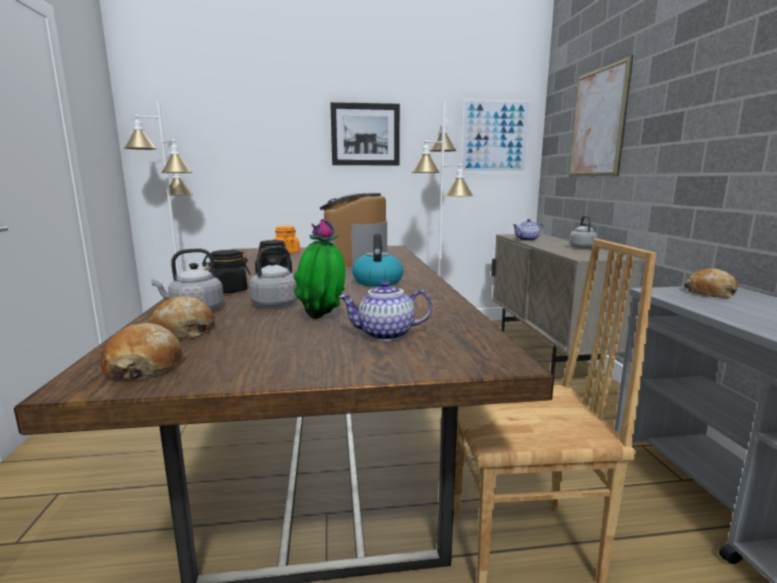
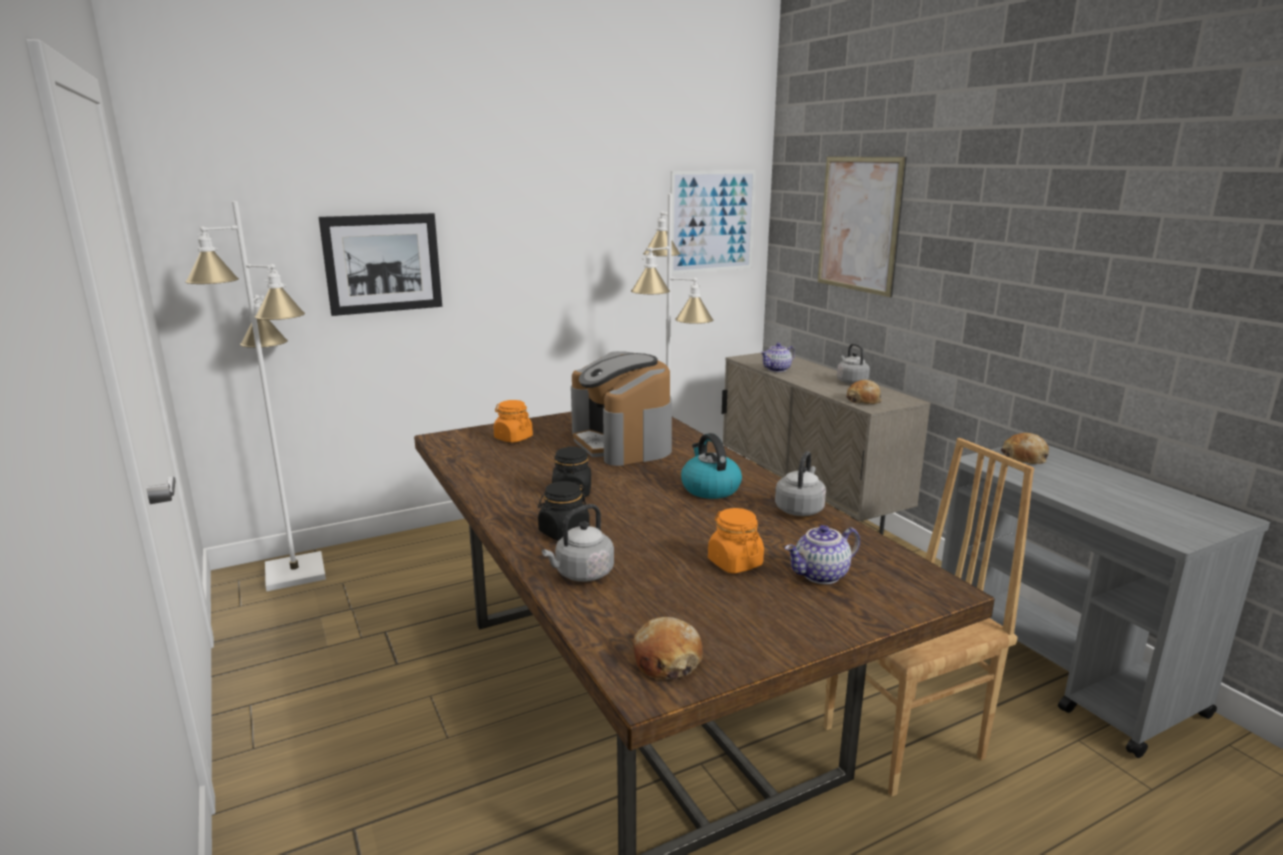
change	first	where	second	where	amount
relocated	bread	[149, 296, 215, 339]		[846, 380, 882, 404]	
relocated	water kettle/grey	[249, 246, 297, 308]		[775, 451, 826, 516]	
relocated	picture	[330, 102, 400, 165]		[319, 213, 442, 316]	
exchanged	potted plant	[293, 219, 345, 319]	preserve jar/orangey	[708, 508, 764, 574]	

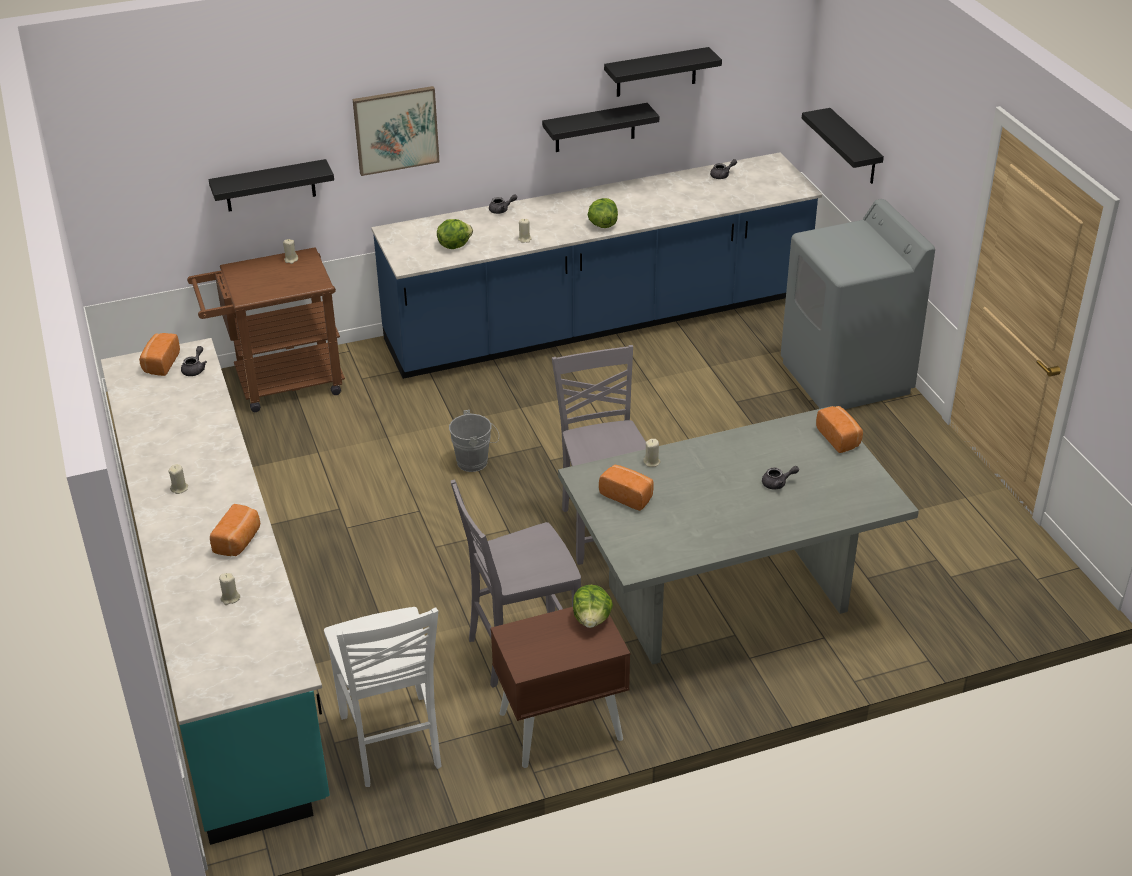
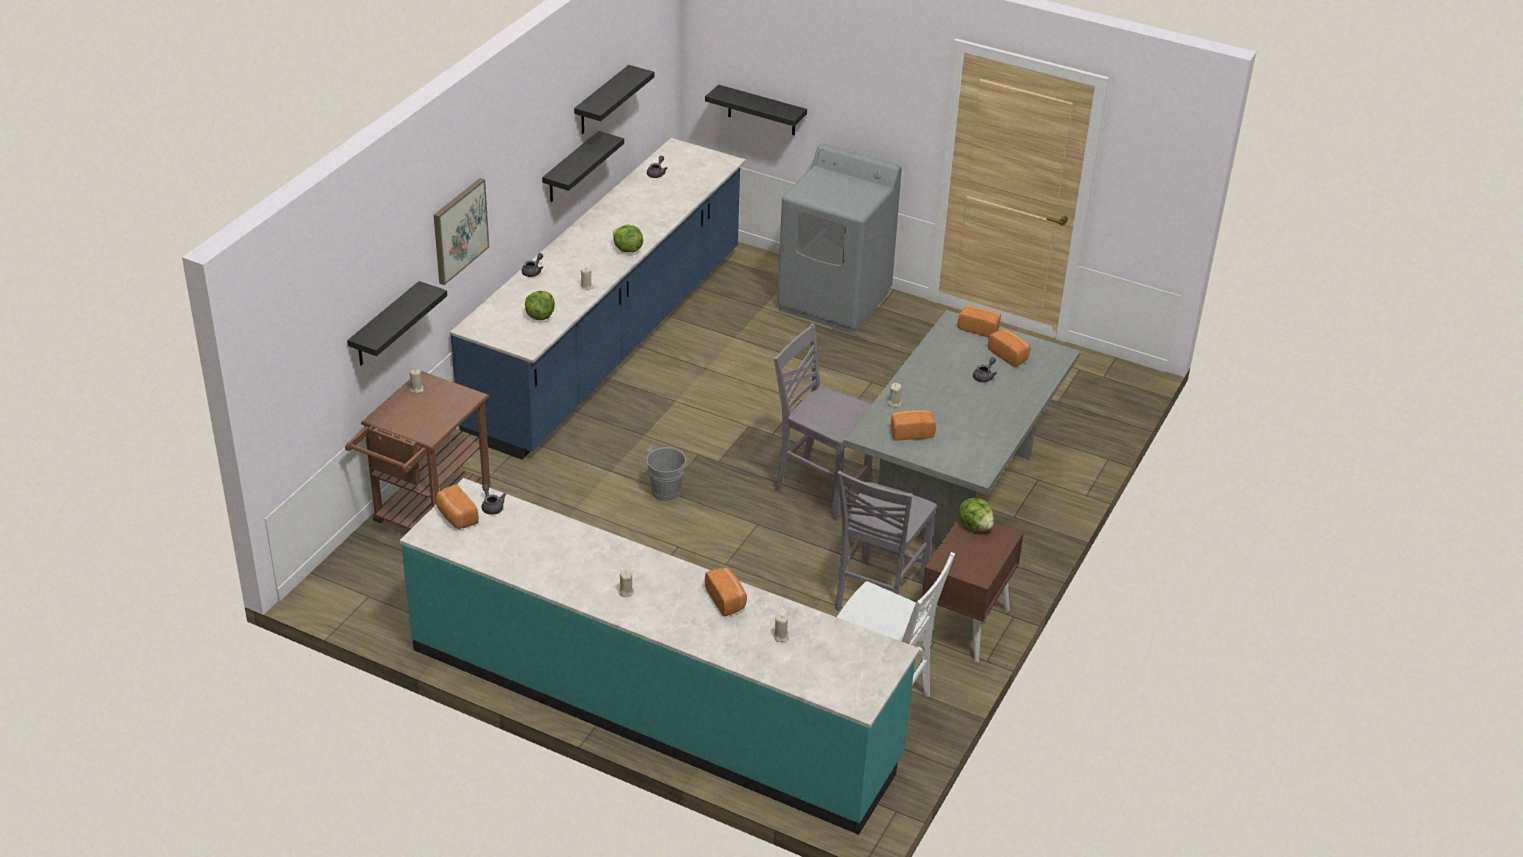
change	first	where	second	where	amount
appeared			bread	[988, 329, 1031, 367]	

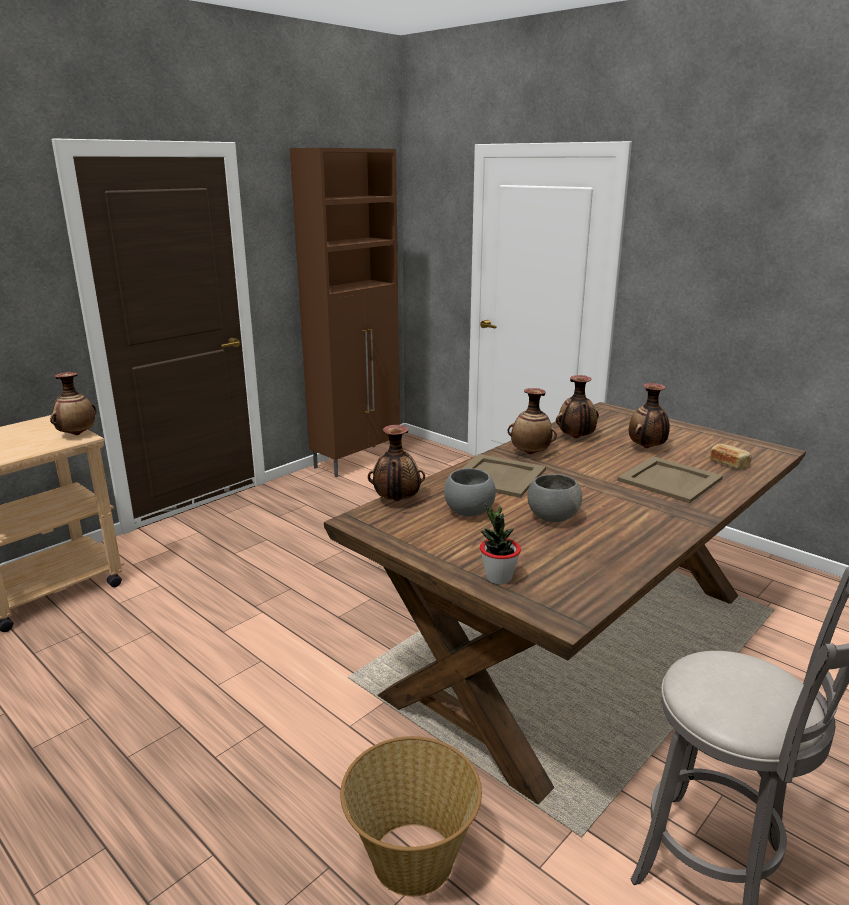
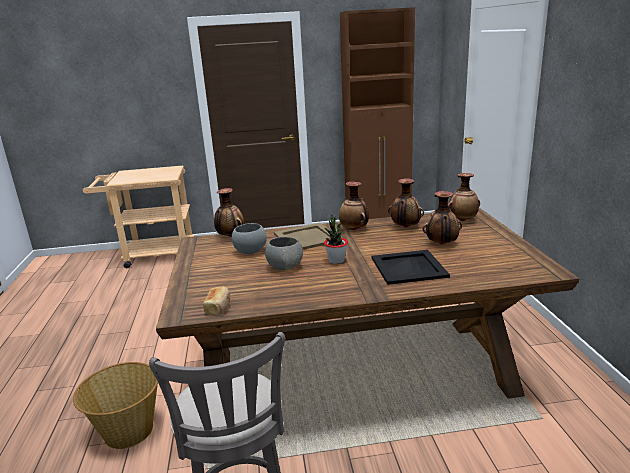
change	first	where	second	where	amount
relocated	vase	[50, 372, 97, 435]		[448, 173, 480, 221]	
relocated	potted plant	[480, 503, 521, 585]		[324, 214, 348, 264]	
relocated	bread	[710, 444, 752, 469]		[203, 286, 230, 316]	
colour	tray/beige-coloured	[617, 456, 723, 503]	tray/black-coloured	[372, 250, 450, 285]	

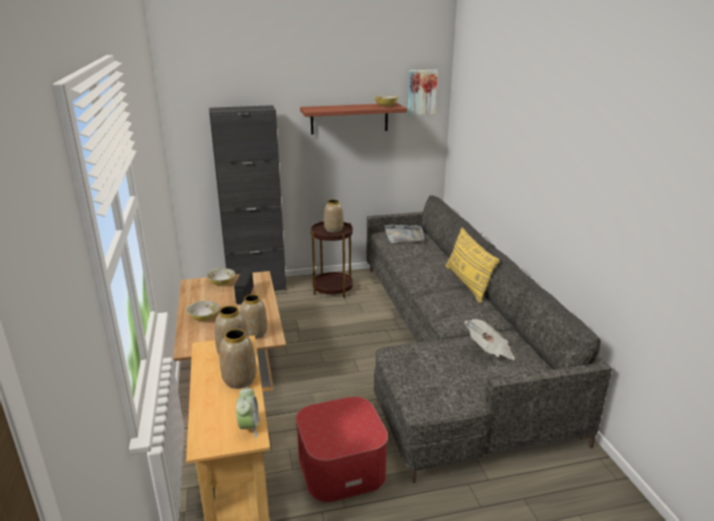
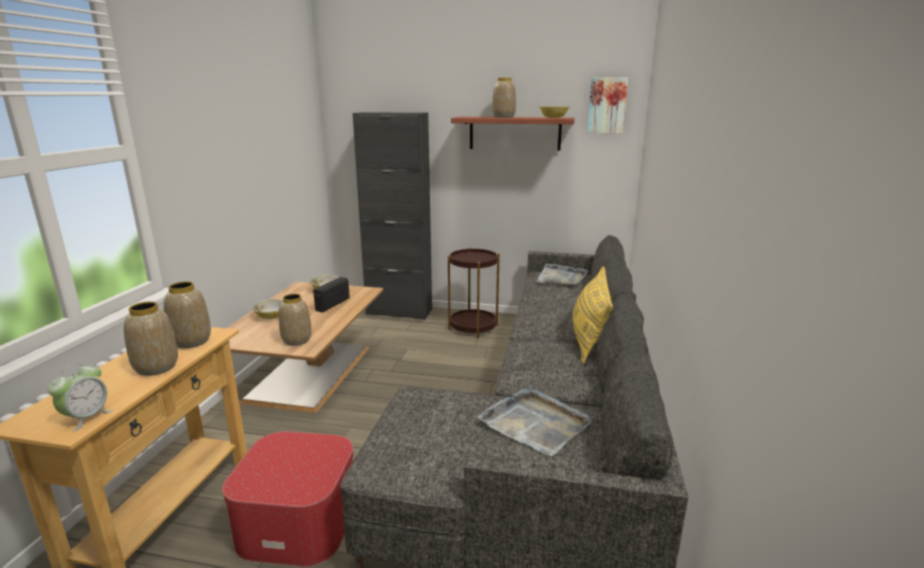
change	first	where	second	where	amount
relocated	vase	[324, 199, 343, 233]		[492, 78, 516, 118]	
exchanged	daily paper	[465, 319, 515, 360]	tray/grey	[478, 387, 592, 456]	

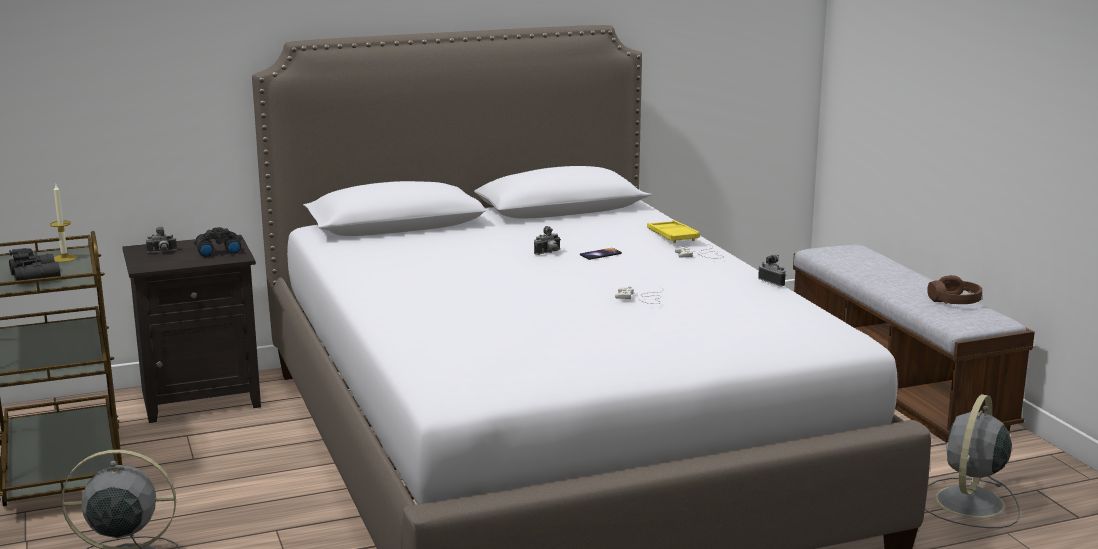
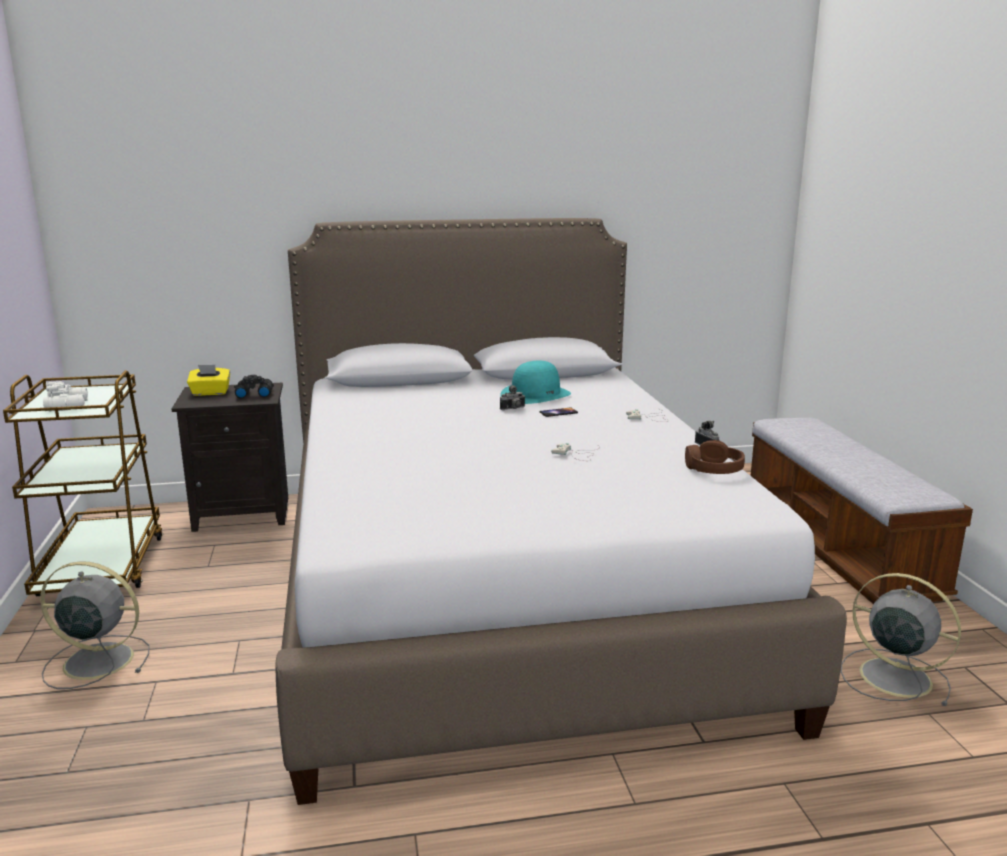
change	first	where	second	where	amount
missing	candle	[50, 185, 77, 262]			
missing	tray/yellowish	[647, 220, 700, 243]			
appeared			wearable hat/blue-green	[500, 361, 571, 404]	
relocated	headset/brown	[927, 275, 982, 304]		[685, 440, 745, 474]	
exchanged	photo camera	[146, 227, 177, 253]	box of tissues/yellowish	[187, 365, 230, 396]	
colour	pair of binoculars/black-coloured	[9, 248, 61, 284]	pair of binoculars/whitish	[43, 381, 88, 412]	
spun	fan/grey	[925, 394, 1020, 528]		[841, 573, 961, 706]	90 degrees clockwise

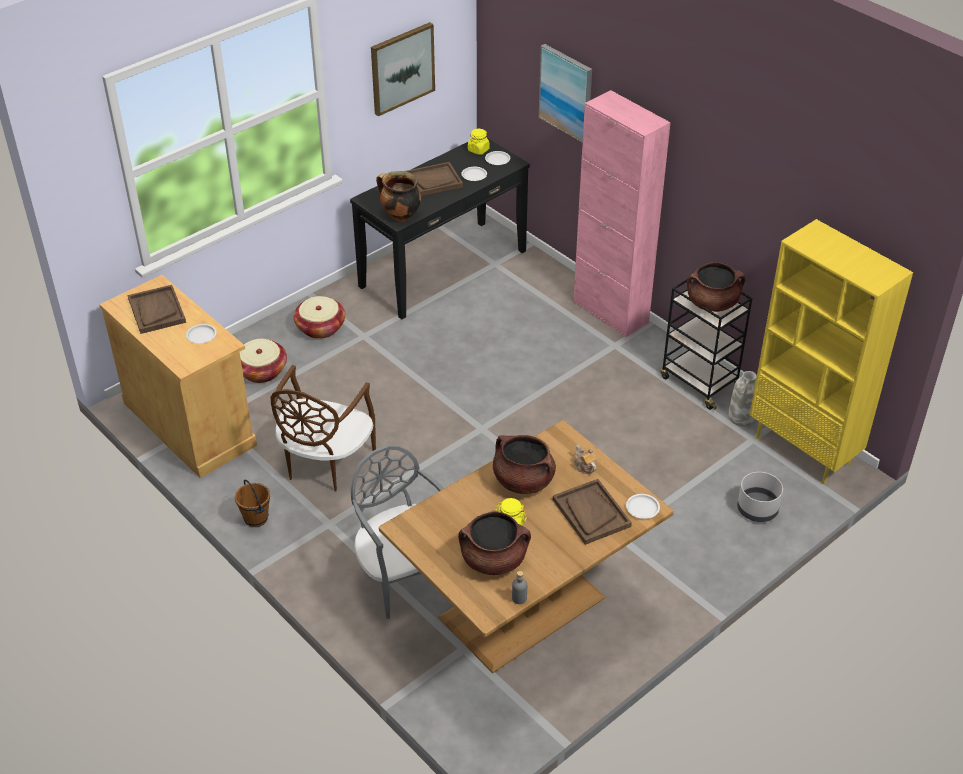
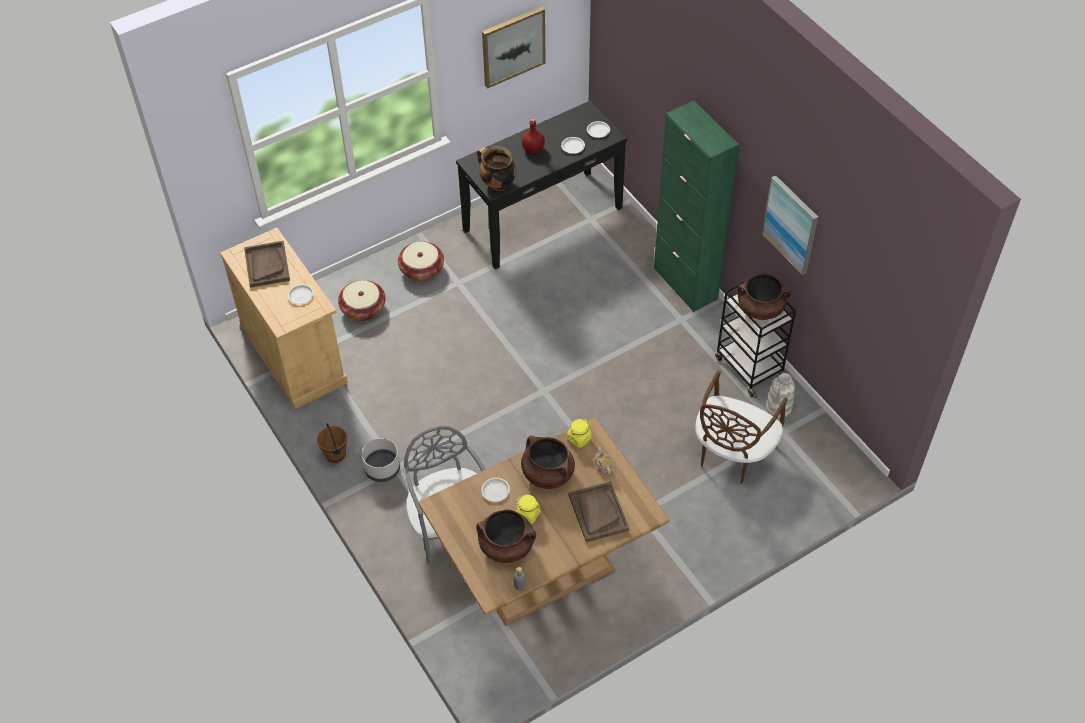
change	first	where	second	where	amount
missing	bookshelf/yellowish	[750, 219, 913, 484]			
relocated	chair/brown	[271, 365, 376, 492]		[695, 370, 788, 484]	
relocated	preserve jar/yellowish	[468, 129, 490, 155]		[567, 419, 592, 448]	
relocated	picture	[539, 44, 592, 143]		[762, 175, 818, 275]	
relocated	plate/whitish	[626, 494, 660, 519]		[481, 478, 510, 502]	
relocated	plant pot/grey	[737, 472, 783, 522]		[362, 438, 400, 482]	
exchanged	tray/brown	[405, 162, 463, 196]	beverage bottle/red	[522, 119, 545, 153]	
colour	cabinet/pink	[573, 90, 671, 337]	cabinet/greenish	[654, 100, 739, 312]	

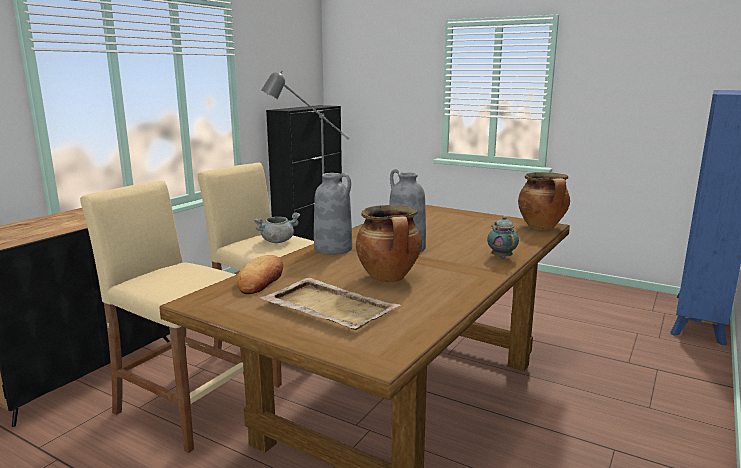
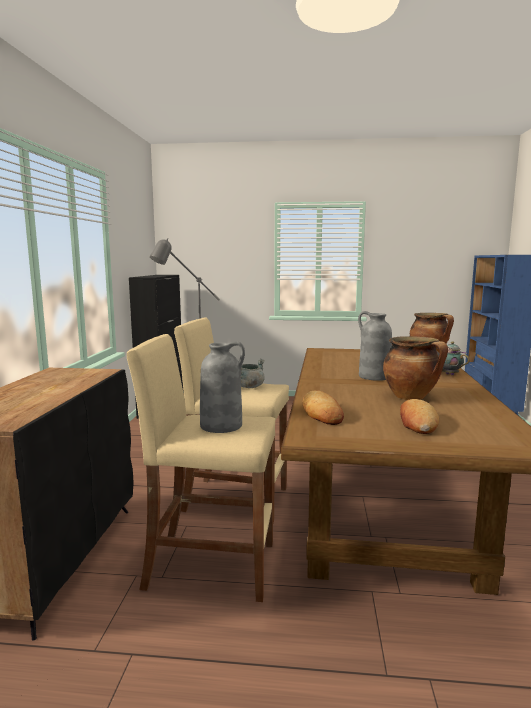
change	first	where	second	where	amount
relocated	vase/grey	[314, 173, 352, 255]		[200, 341, 245, 433]	
exchanged	tray/beige-coloured	[260, 278, 400, 330]	bread	[400, 399, 439, 434]	

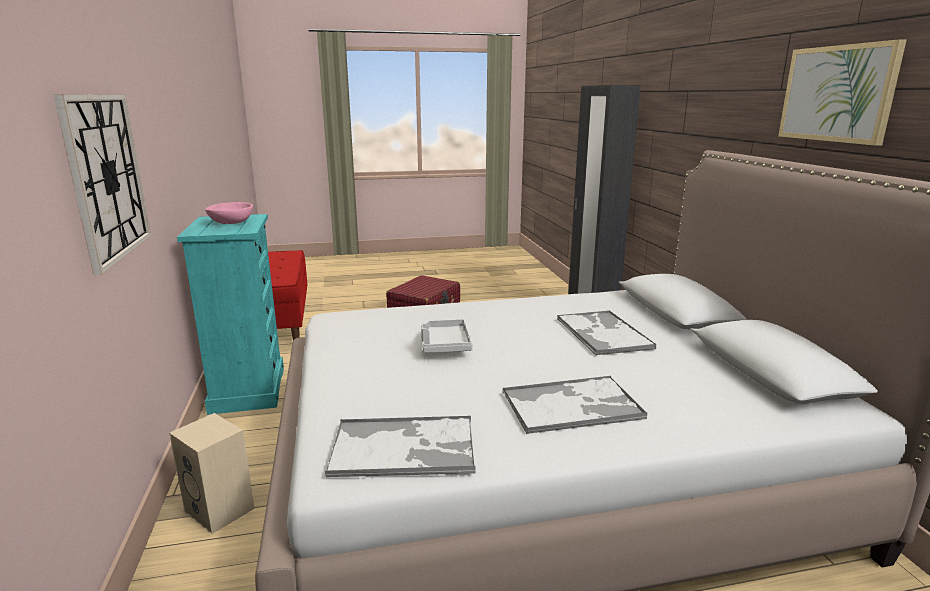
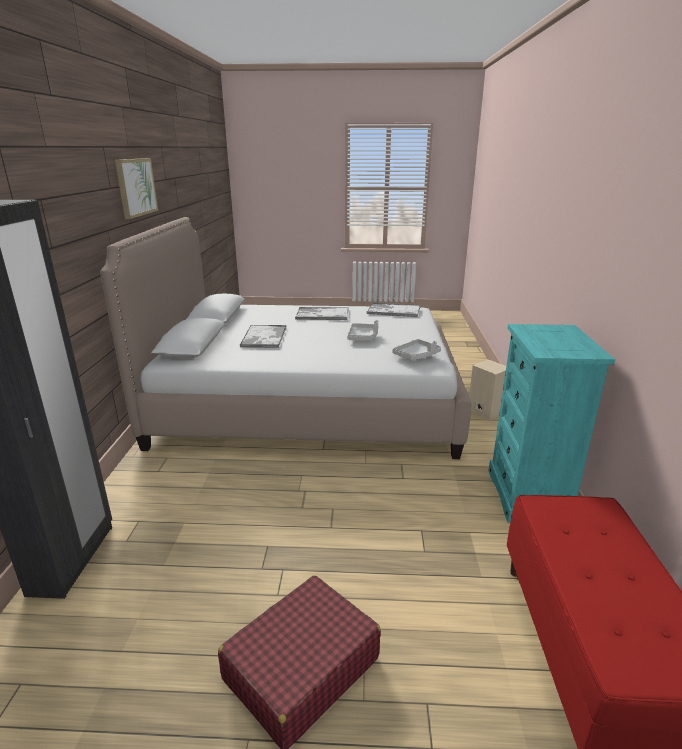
change	first	where	second	where	amount
missing	hanging clock	[53, 94, 151, 275]			
missing	bowl/pink	[205, 202, 253, 224]			
appeared			tray/grey	[392, 339, 441, 360]	

